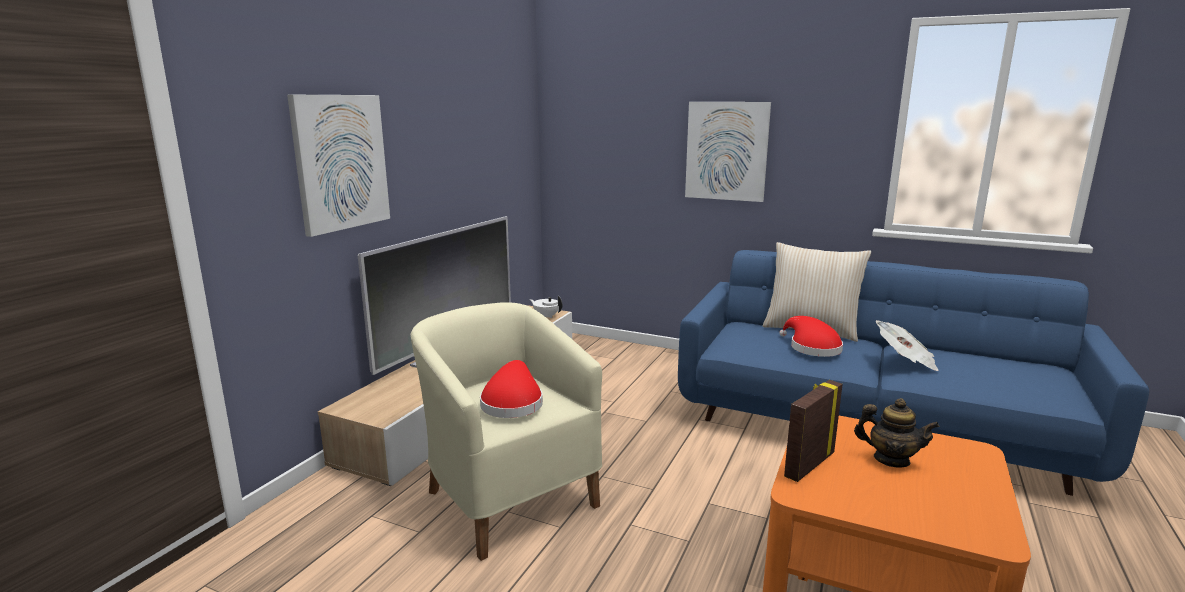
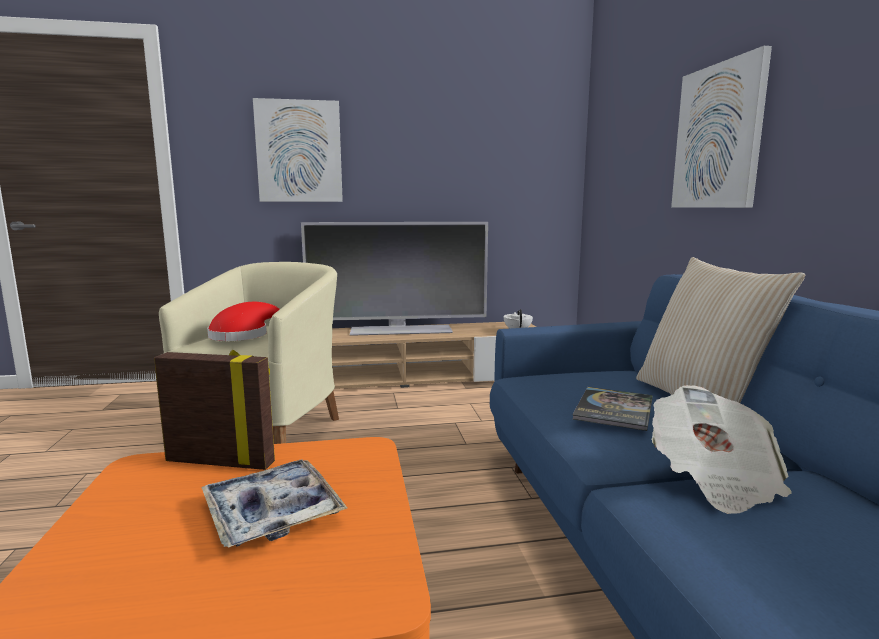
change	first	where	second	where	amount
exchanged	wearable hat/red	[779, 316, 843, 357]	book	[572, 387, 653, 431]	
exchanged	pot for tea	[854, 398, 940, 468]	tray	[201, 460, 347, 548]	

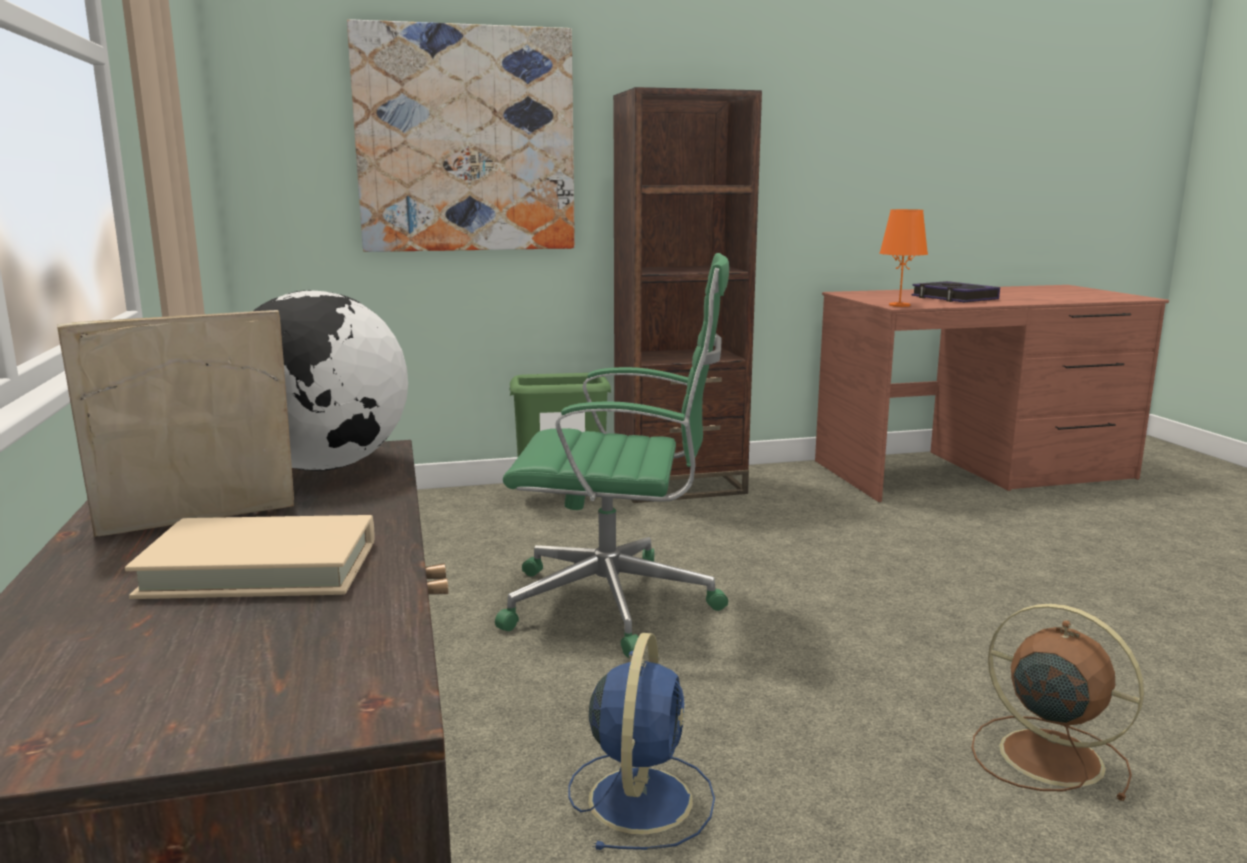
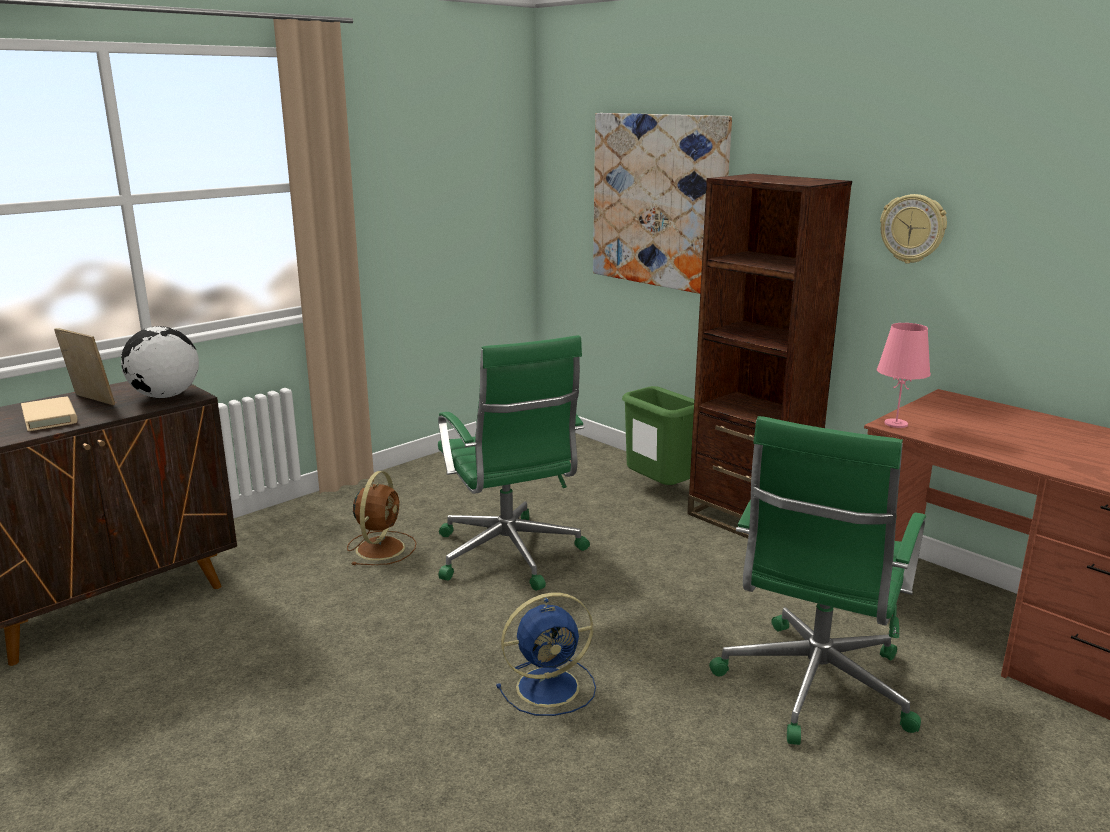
change	first	where	second	where	amount
missing	book	[912, 281, 1000, 302]			
appeared			computer chair/greenish	[709, 416, 926, 745]	
appeared			hanging clock	[880, 194, 947, 264]	
relocated	fan/blue-coloured	[568, 633, 715, 850]		[496, 592, 596, 716]	
relocated	fan/brown	[972, 604, 1144, 801]		[347, 471, 416, 565]	
colour	tabletop lamp/orangey	[879, 209, 928, 307]	tabletop lamp/pink	[877, 323, 931, 428]	

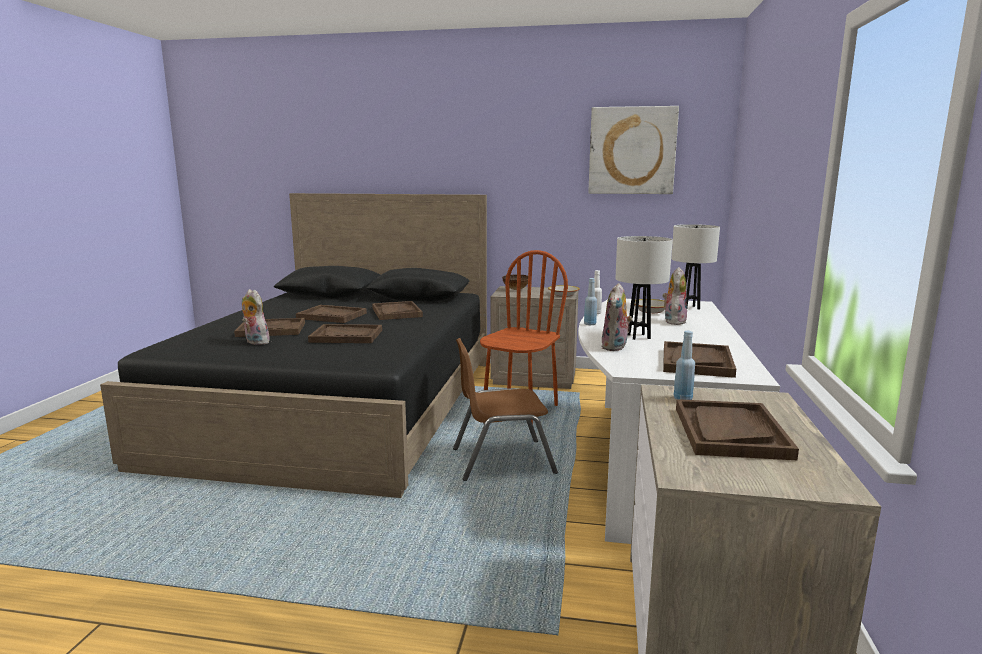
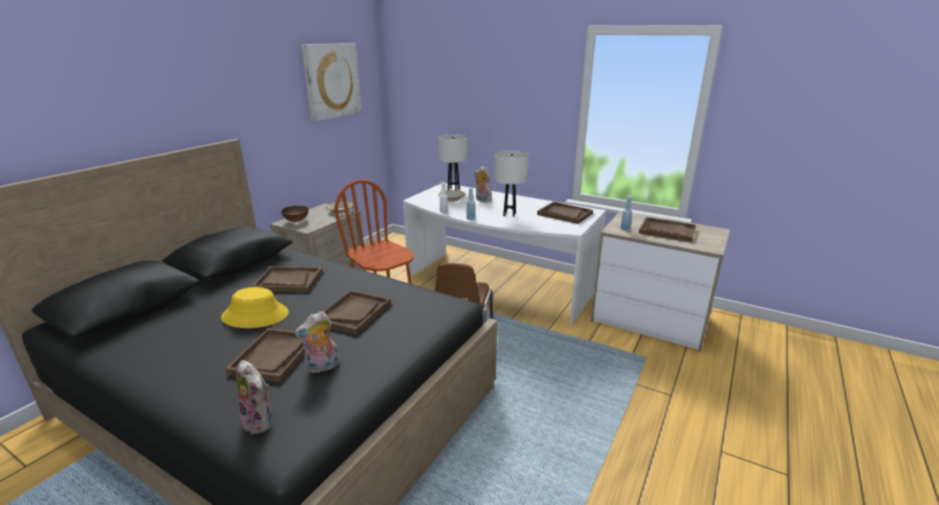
change	first	where	second	where	amount
relocated	cuddly toy	[601, 283, 633, 351]		[236, 360, 272, 435]	
exchanged	tray/brown	[296, 305, 367, 323]	wearable hat/yellowish	[221, 287, 289, 328]	

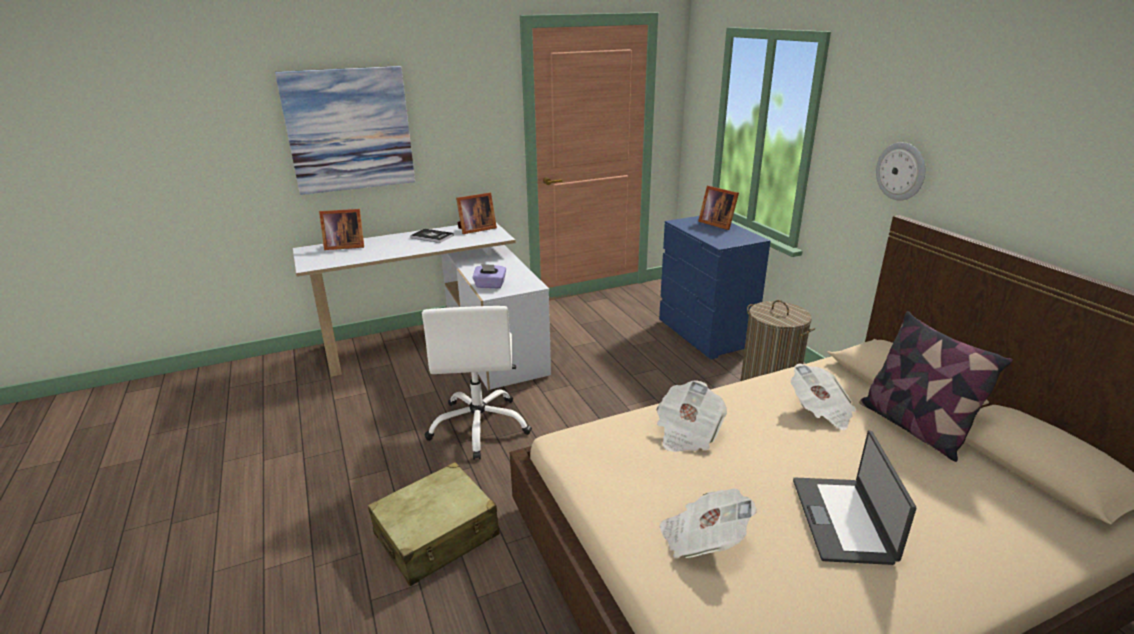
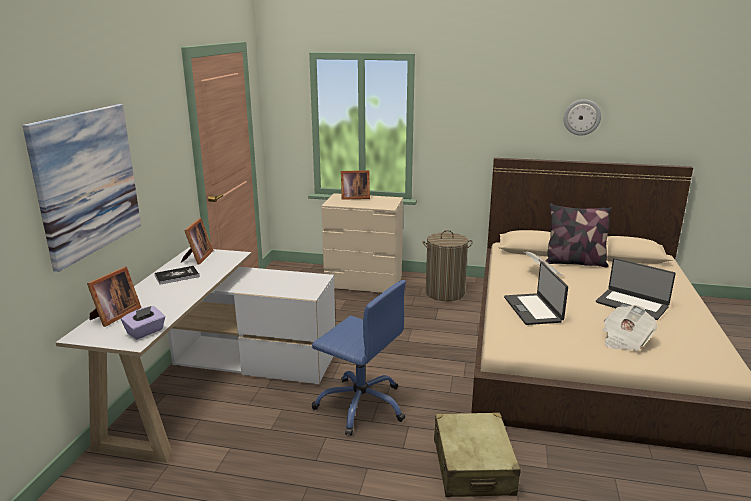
change	first	where	second	where	amount
relocated	box of tissues/purple-coloured	[472, 264, 506, 288]		[121, 306, 165, 339]	
relocated	hanging clock	[876, 142, 925, 201]		[564, 99, 601, 136]	
exchanged	daily paper	[656, 380, 727, 452]	laptop	[504, 262, 568, 325]	
colour	computer chair/whitish	[422, 306, 532, 460]	computer chair/blue-coloured	[312, 280, 406, 436]	
colour	chest of drawers/blue-coloured	[659, 216, 770, 359]	chest of drawers/beige-coloured	[321, 193, 403, 293]	

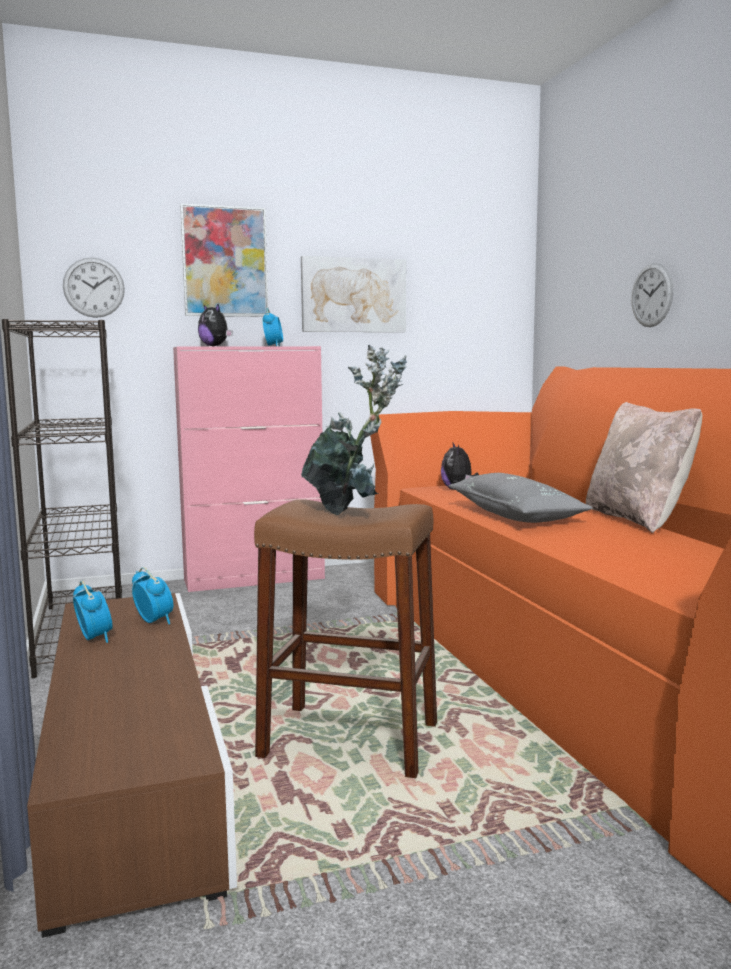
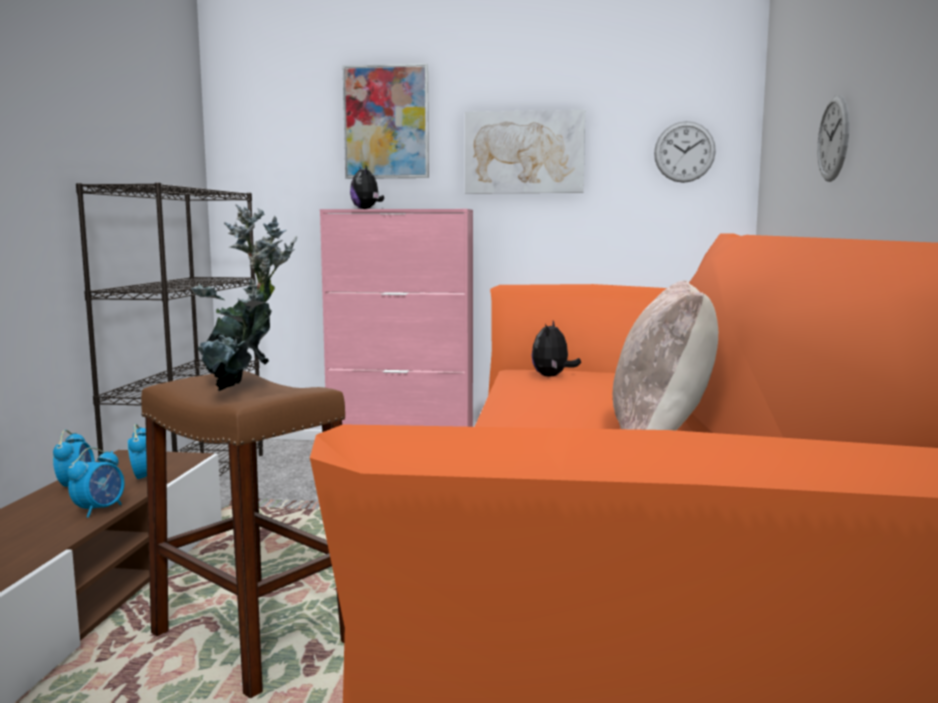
change	first	where	second	where	amount
missing	throw pillow/grey	[448, 473, 593, 523]			
relocated	hanging clock	[63, 257, 125, 318]		[654, 121, 716, 183]	
relocated	bedside clock	[262, 308, 283, 346]		[67, 447, 125, 518]	

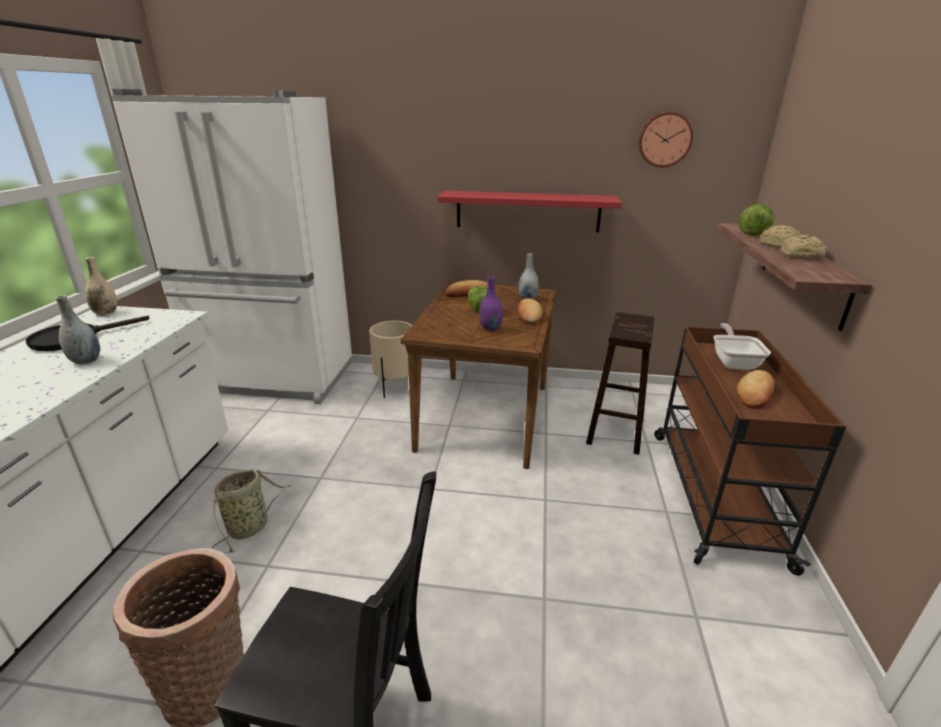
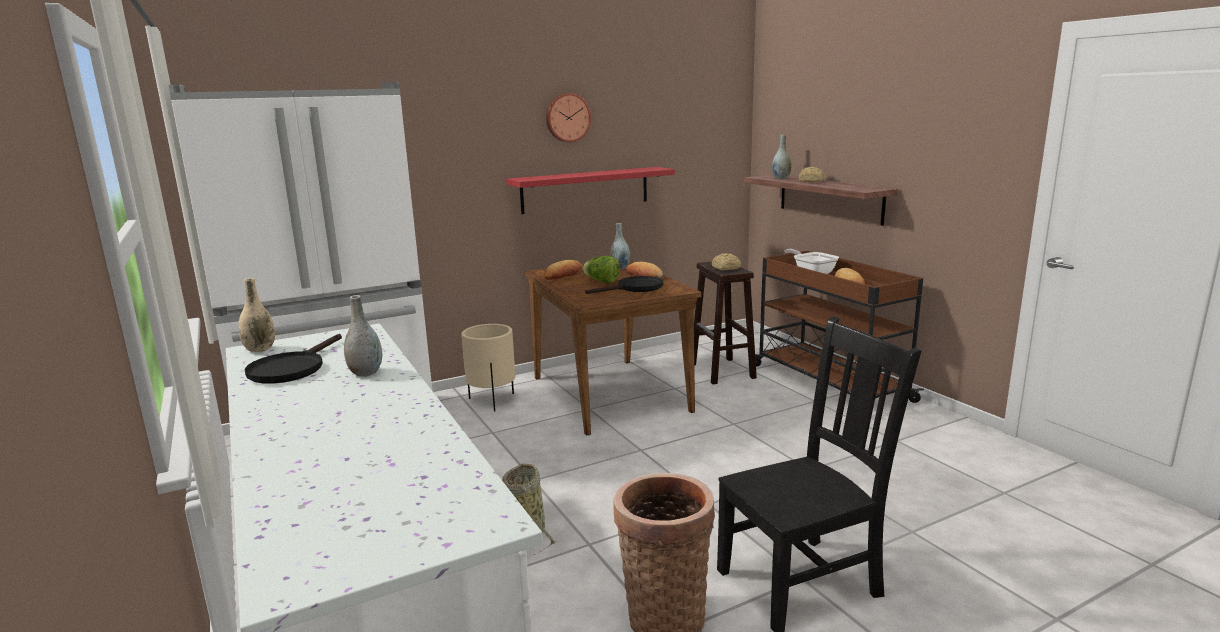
change	first	where	second	where	amount
relocated	hanging clock	[638, 112, 693, 168]		[546, 93, 591, 142]	
relocated	bread	[781, 234, 826, 260]		[712, 253, 741, 270]	
exchanged	vase/purple-coloured	[479, 276, 503, 331]	pan/black-coloured	[585, 276, 663, 294]	
exchanged	lettuce head	[738, 204, 774, 236]	vase/grey	[772, 135, 792, 179]	

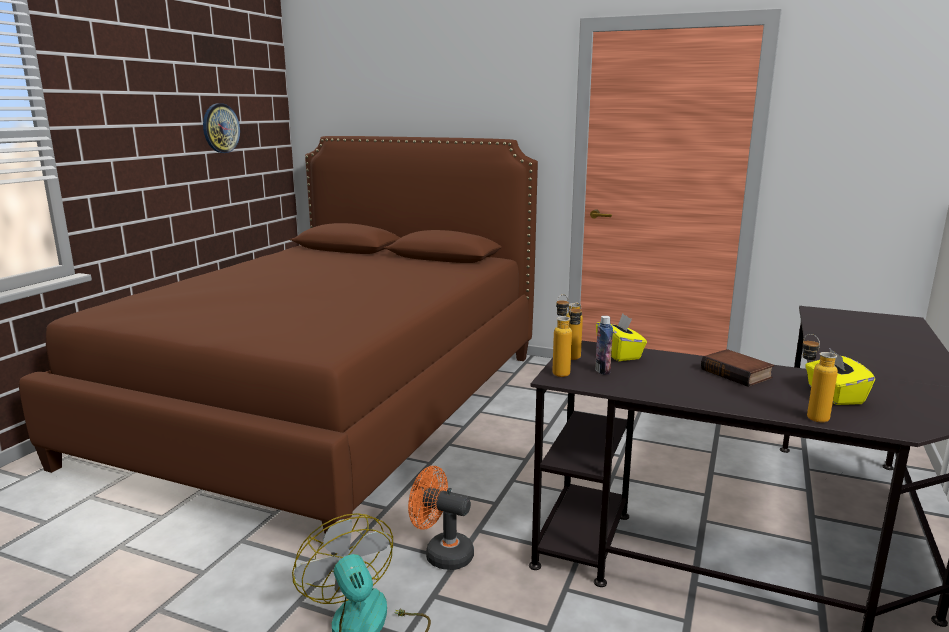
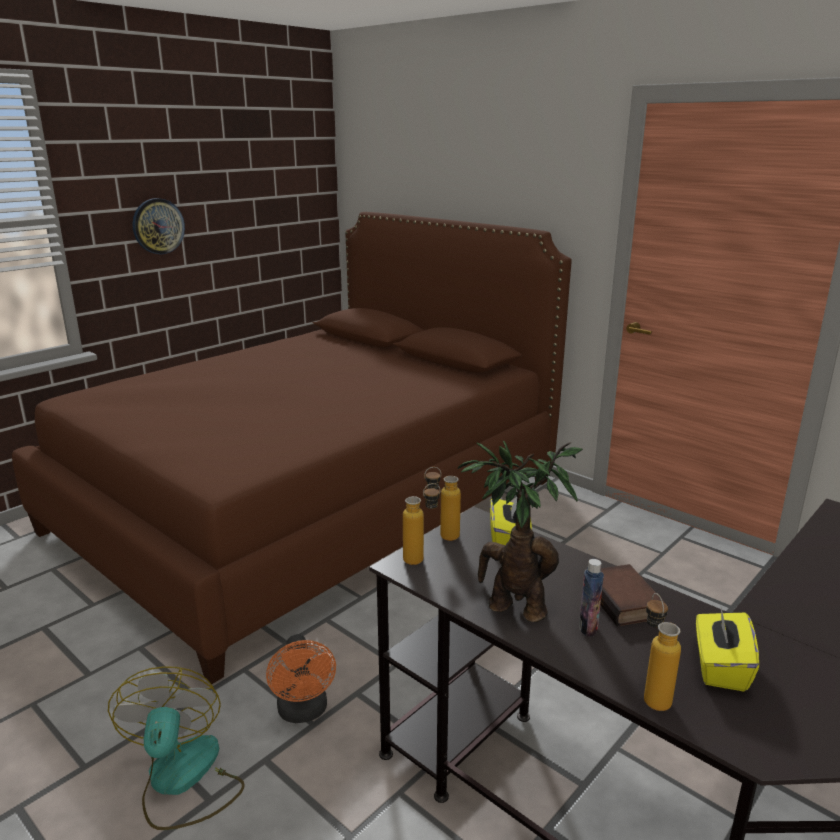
change	first	where	second	where	amount
appeared			potted plant	[458, 441, 583, 622]	
relocated	hanging clock	[203, 103, 240, 153]		[133, 198, 185, 254]	
relocated	beverage bottle	[595, 316, 613, 375]		[579, 559, 604, 637]	
spun	fan/orangey	[408, 466, 474, 570]		[266, 634, 336, 723]	150 degrees counterclockwise

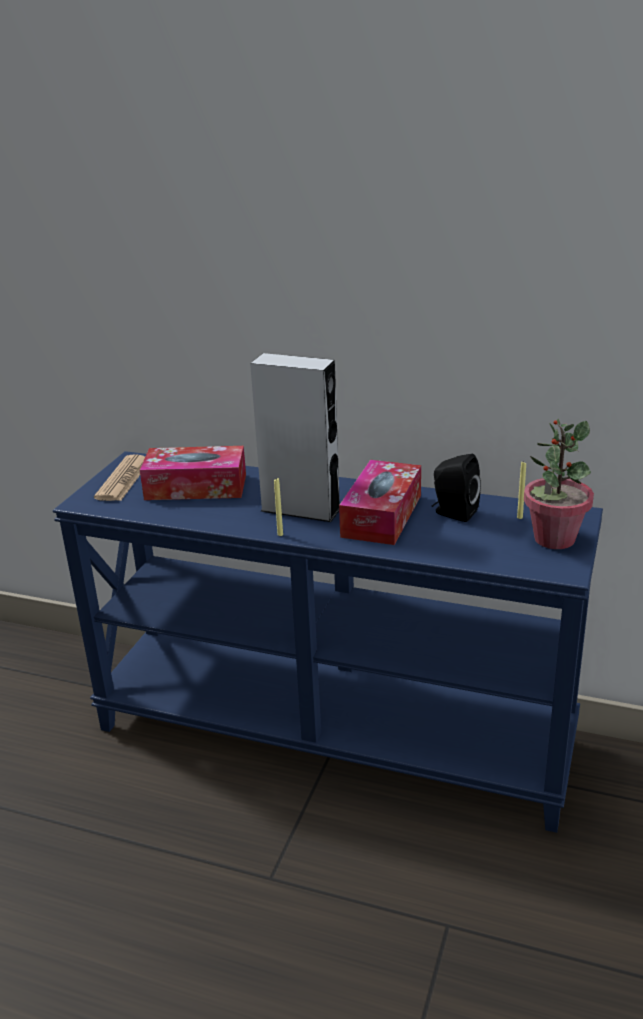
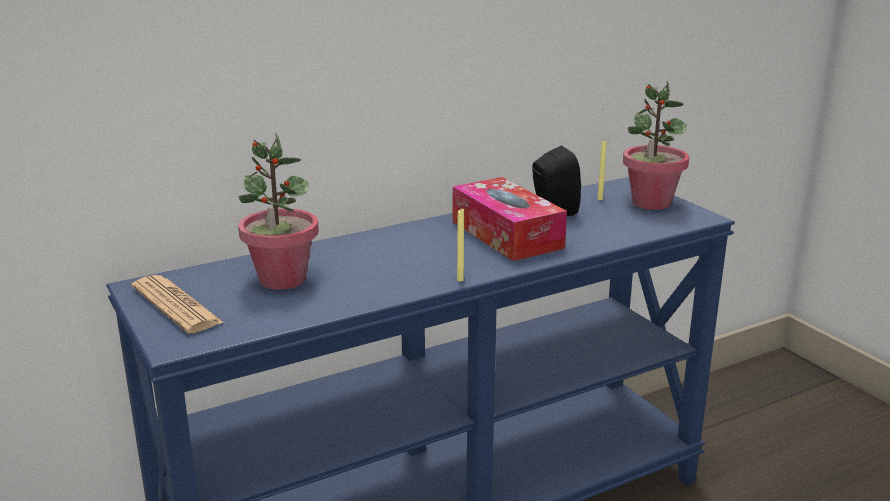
change	first	where	second	where	amount
missing	loudspeaker/grey	[250, 353, 340, 522]			
exchanged	box of tissues	[140, 446, 246, 500]	potted plant	[238, 132, 319, 290]	

